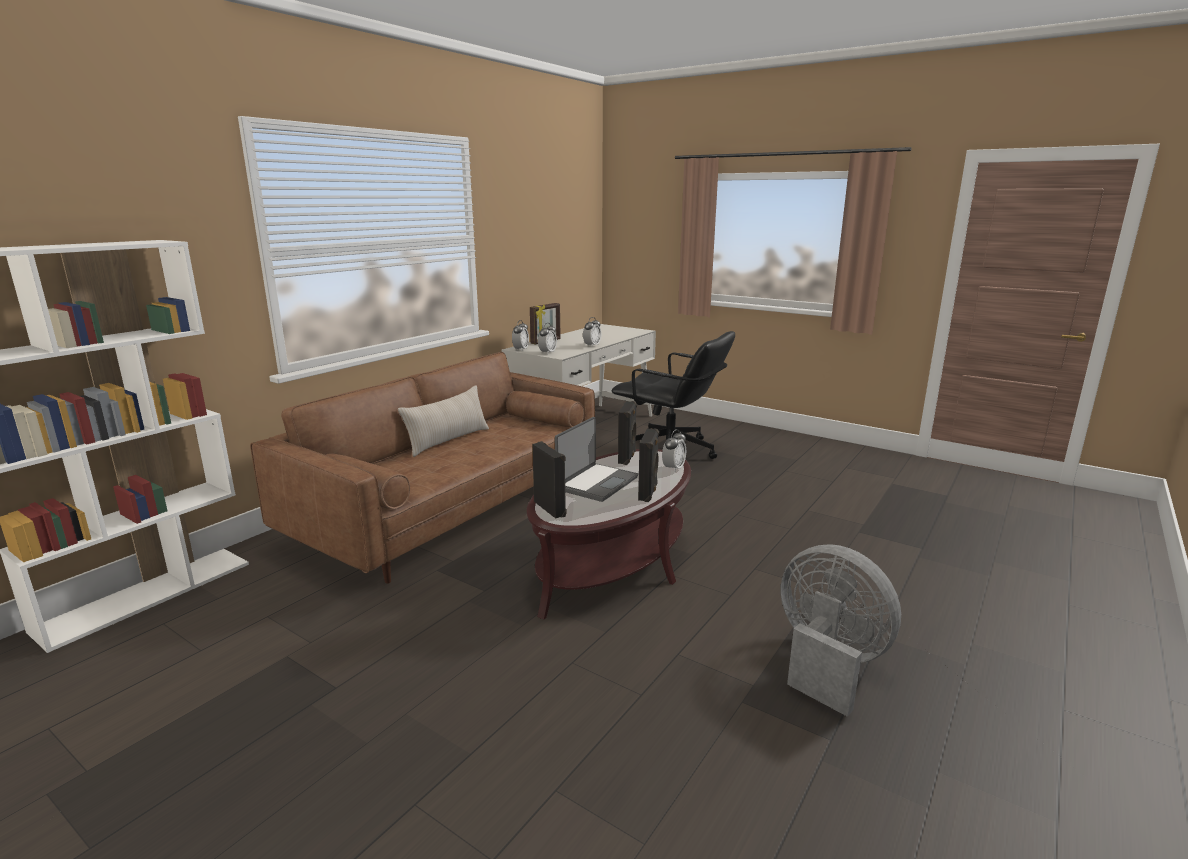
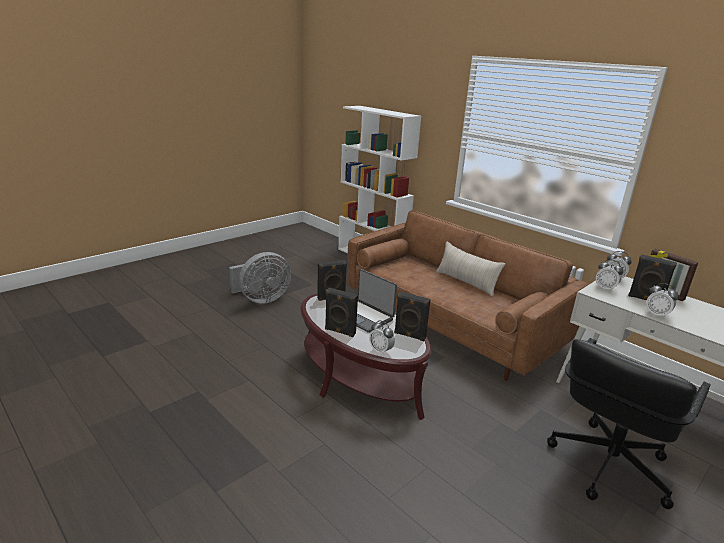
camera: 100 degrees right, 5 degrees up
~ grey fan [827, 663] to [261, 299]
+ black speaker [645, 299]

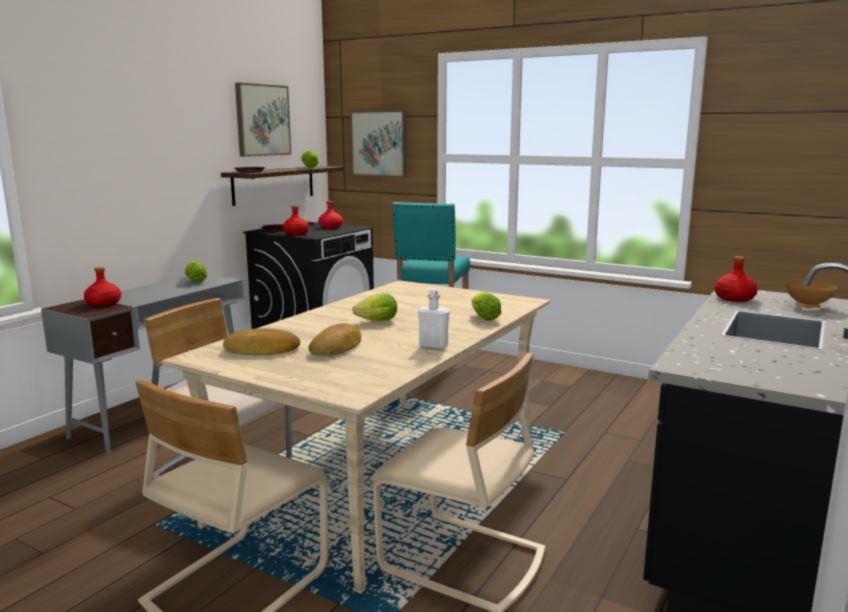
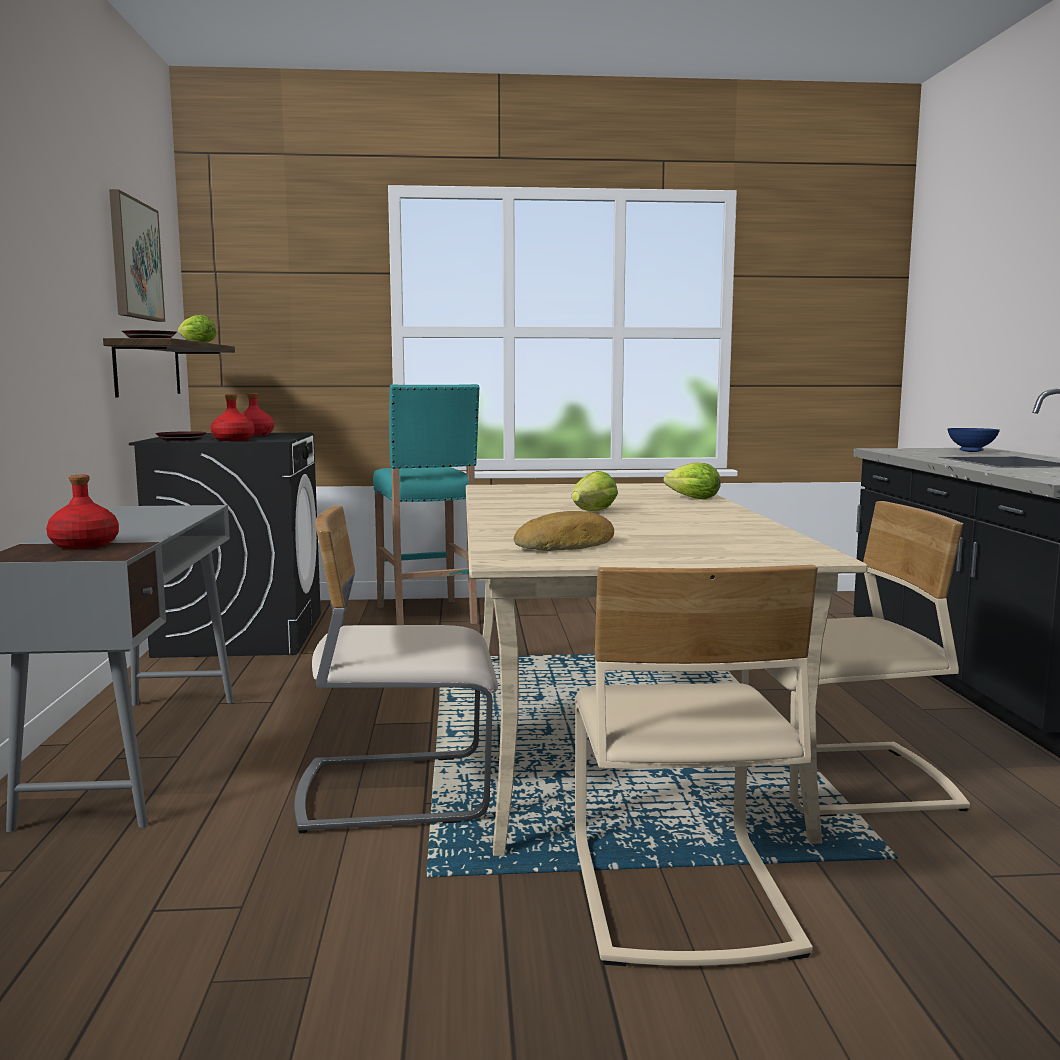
camera: 35 degrees left, 5 degrees down
- lettuce [195, 281]
- bread [337, 347]
- picture [379, 143]
- white bottle [433, 346]
- red bottle [735, 298]
~ brown bowl [808, 307] to blue bowl [971, 451]

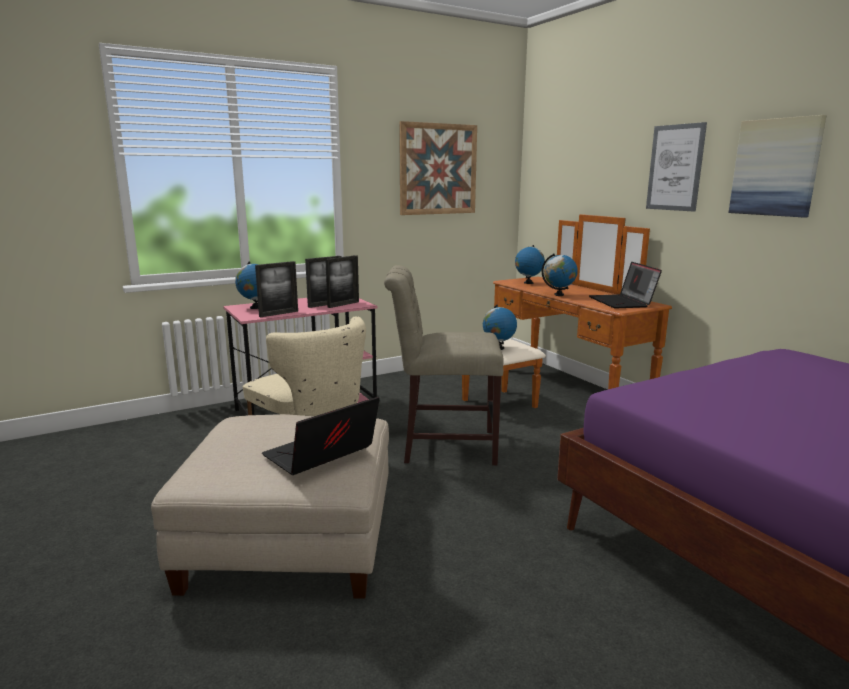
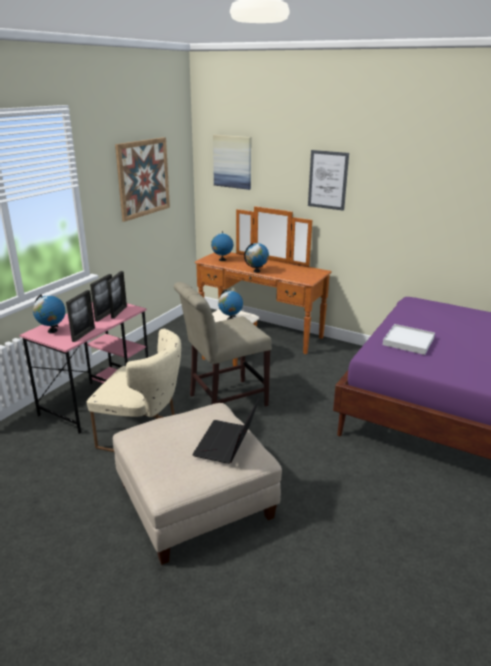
camera: 30 degrees left, 10 degrees up
- laptop [623, 302]
~ picture [775, 167] to [232, 161]
+ white tray [408, 341]

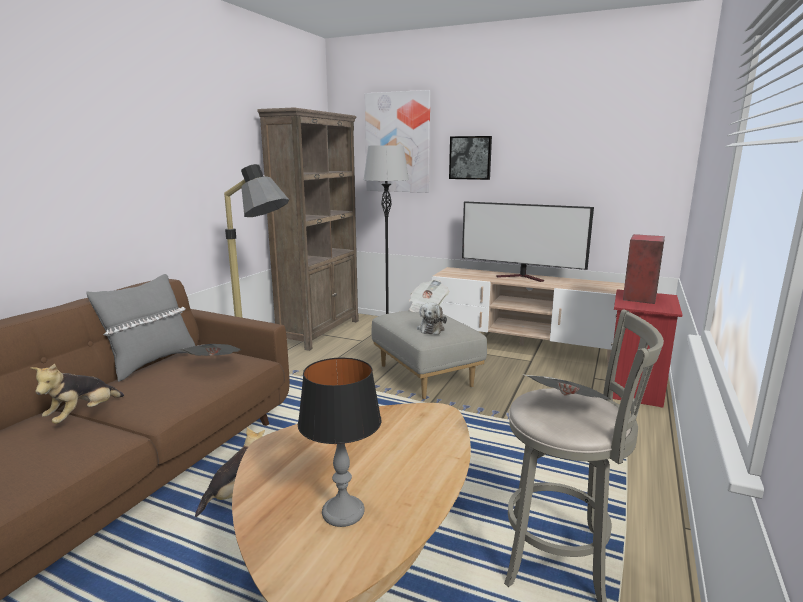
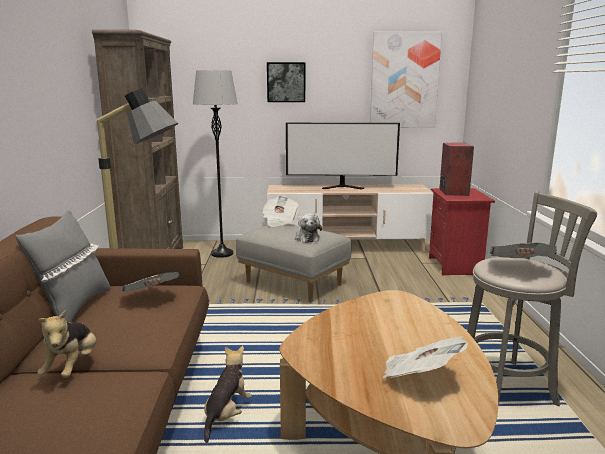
camera: 25 degrees left, 0 degrees up
~ table lamp [343, 512] to newspaper [420, 376]
~ picture [397, 143] to [404, 81]

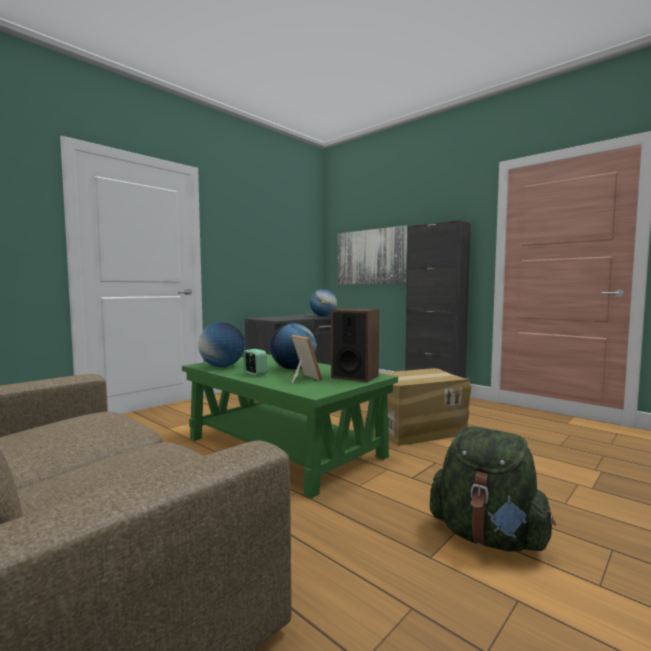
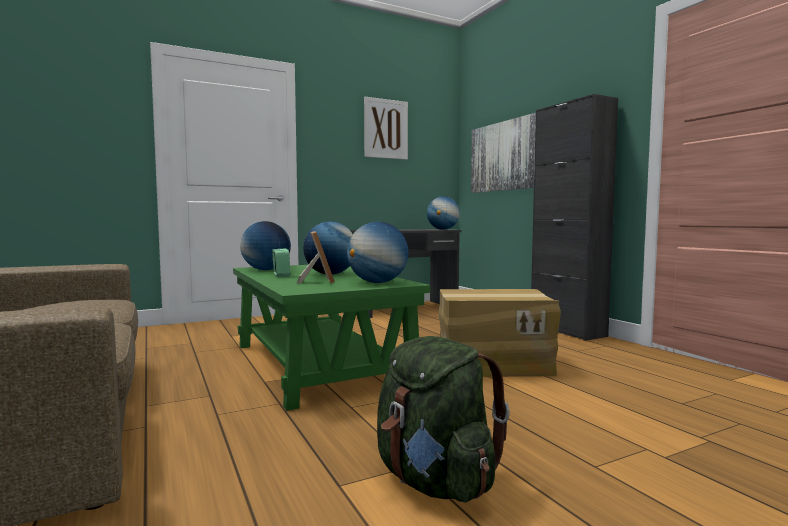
camera: 20 degrees right, 0 degrees up
~ speaker [355, 377] to globe [377, 282]
+ picture [386, 129]

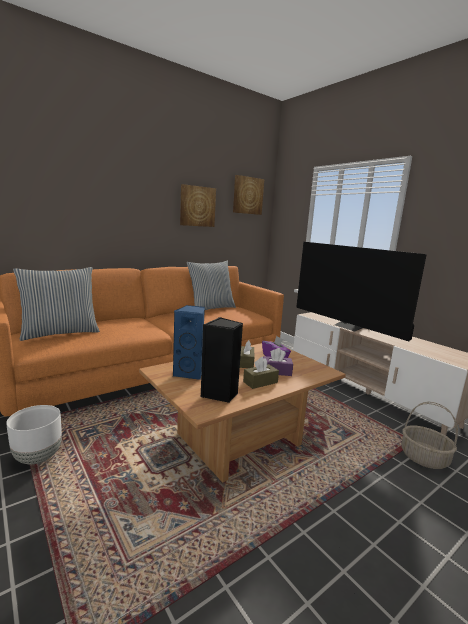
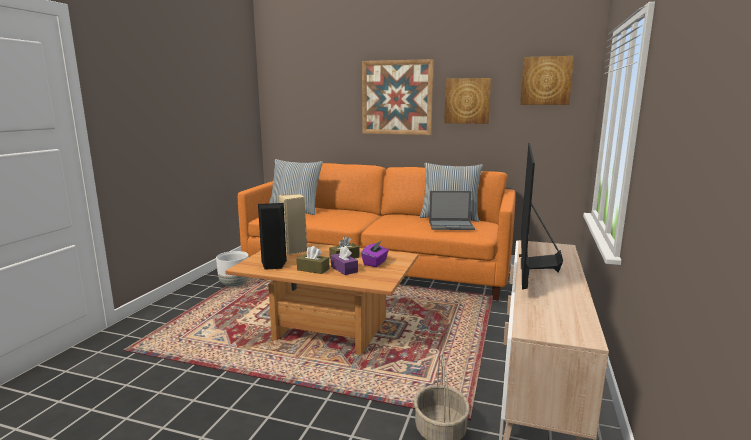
camera: 55 degrees right, 0 degrees up
~ blue speaker [190, 373] to beige speaker [294, 250]
+ picture [397, 97]
+ laptop [451, 225]

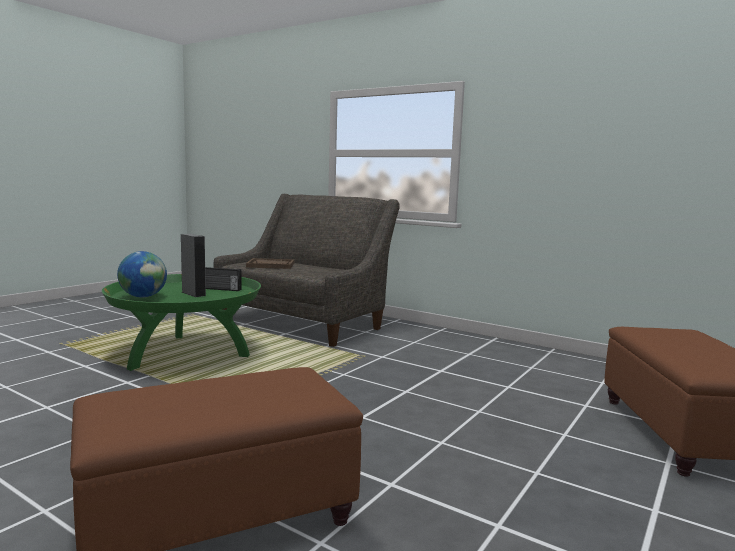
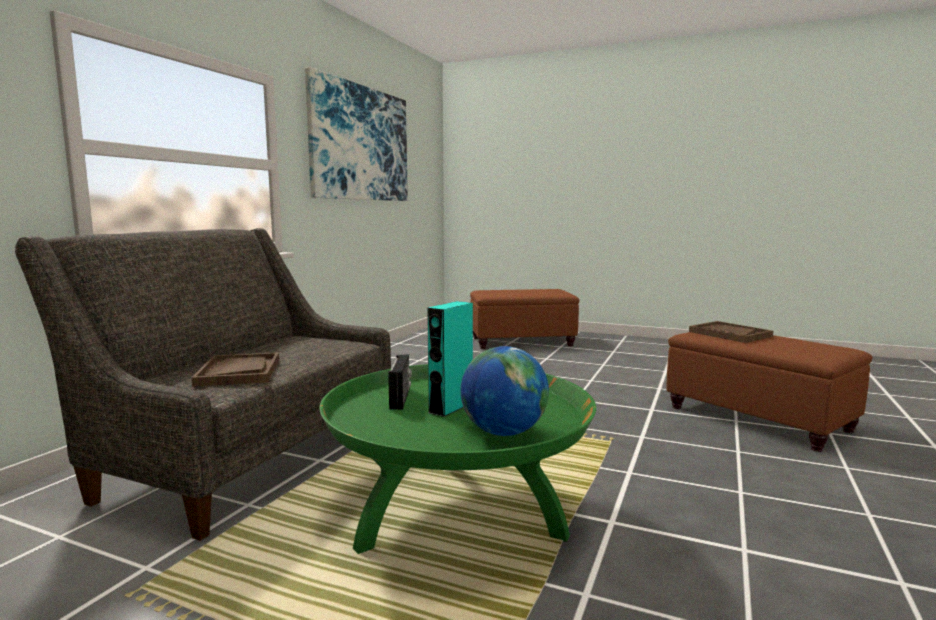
camera: 100 degrees left, 0 degrees up
~ grey speaker [193, 294] to turquoise speaker [451, 407]
+ picture [360, 143]
+ brown tray [729, 334]

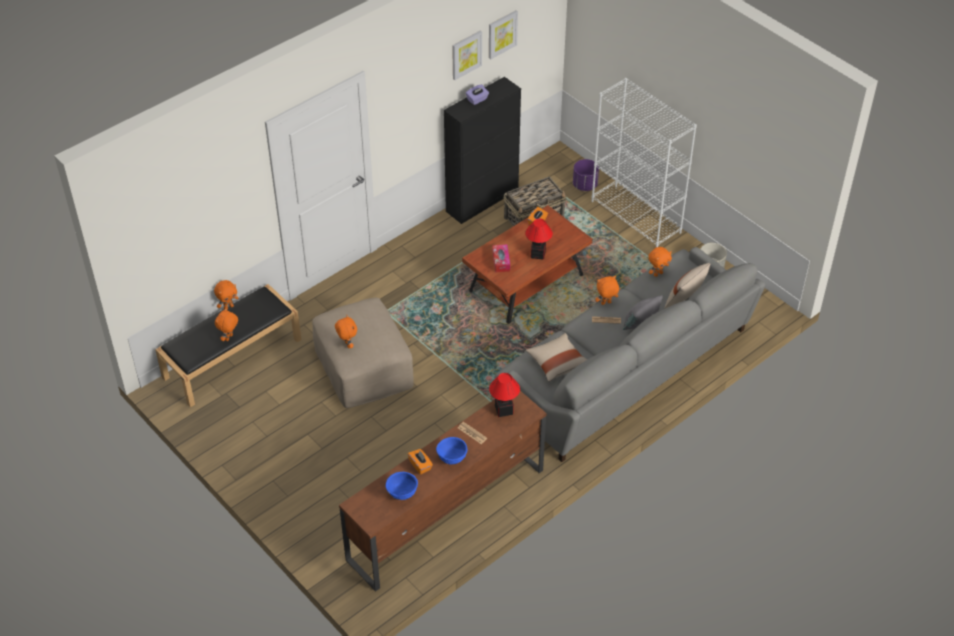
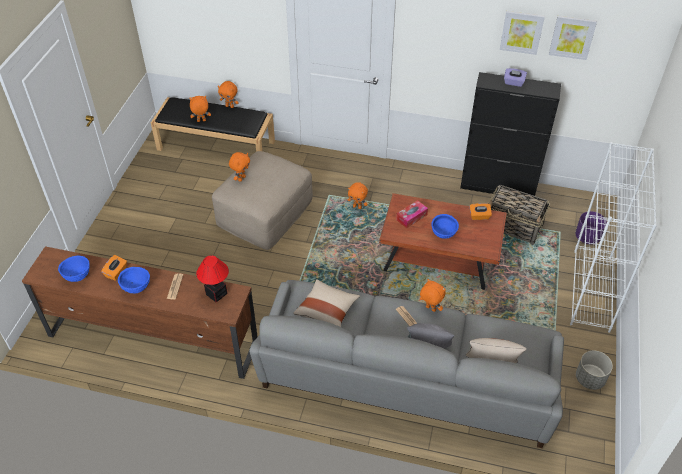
camera: 55 degrees right, 0 degrees up
~ table lamp [537, 254] to blue bowl [443, 235]
~ orange plush toy [658, 273] to [357, 207]

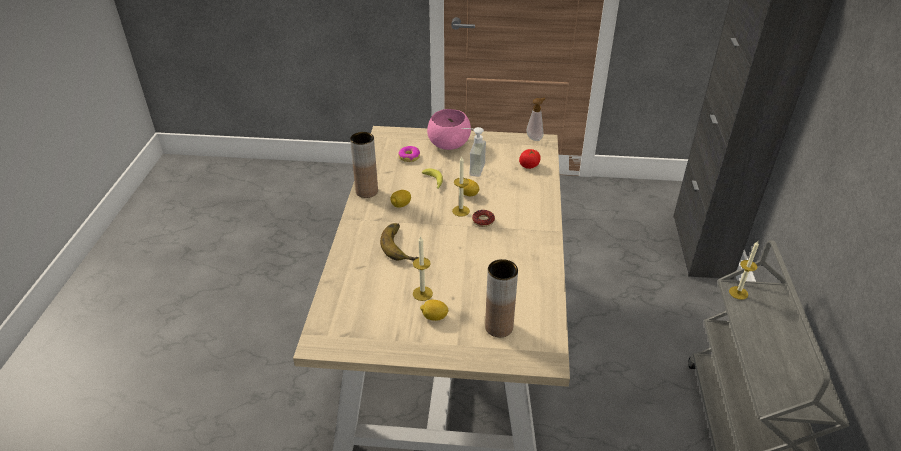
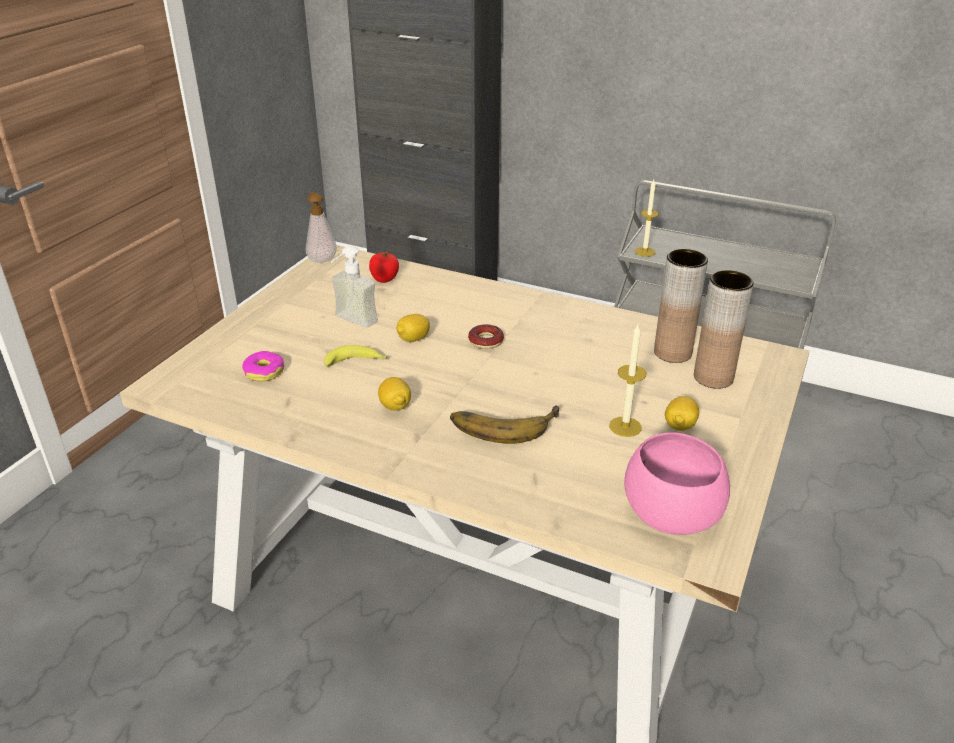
camera: 70 degrees left, 5 degrees down
~ brown vase [367, 191] to [672, 353]
~ pink bowl [448, 144] to [671, 516]
- candle [461, 211]

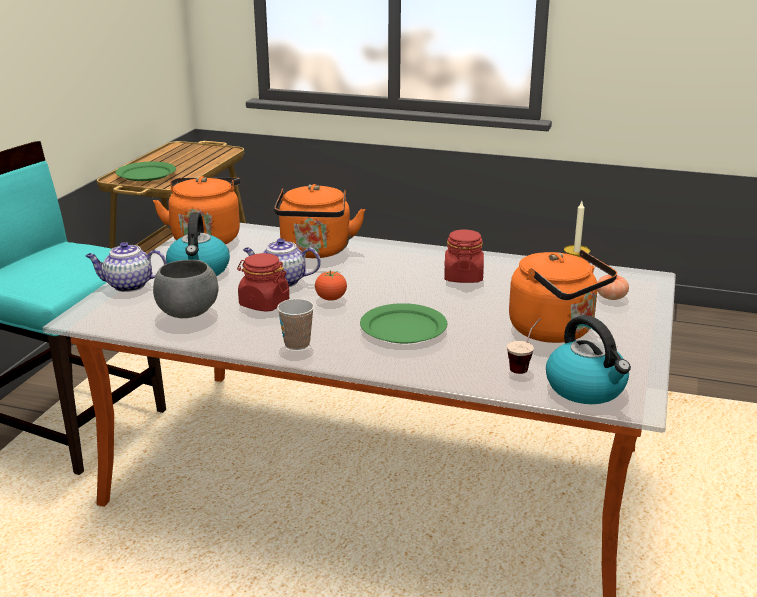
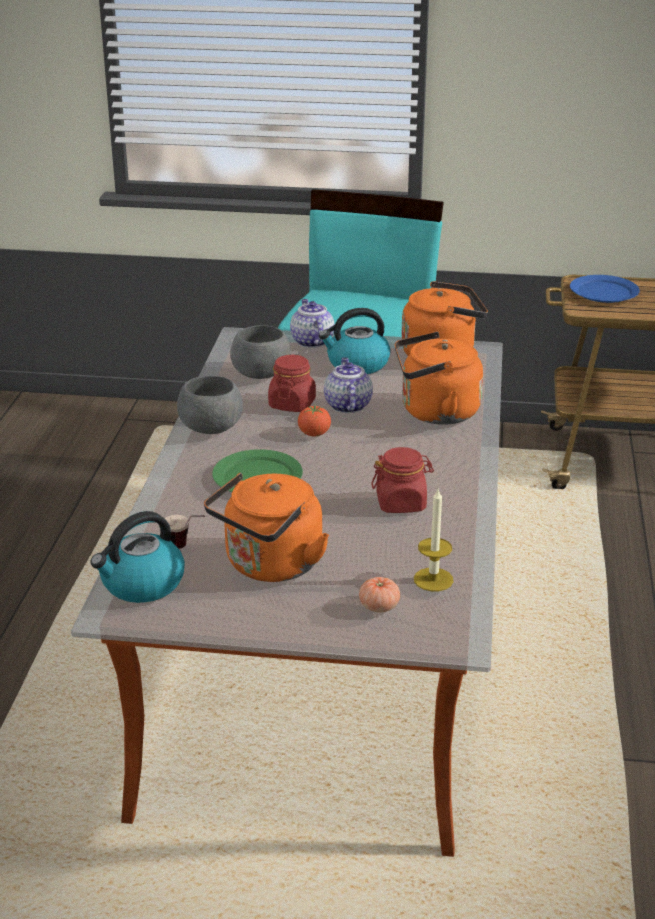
camera: 80 degrees right, 5 degrees up
~ green plate [145, 174] to blue plate [603, 292]
~ cup [297, 344] to grey bowl [211, 430]

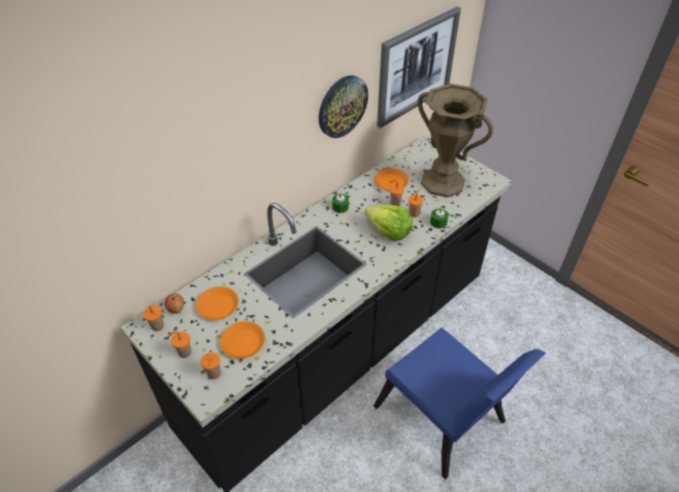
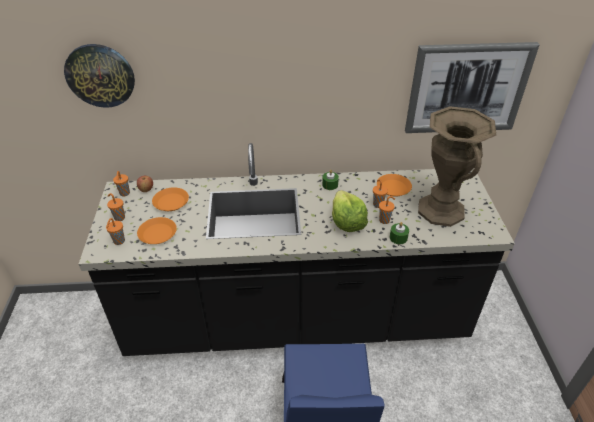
camera: 40 degrees right, 5 degrees down
~ wall clock [342, 106] to [100, 75]

